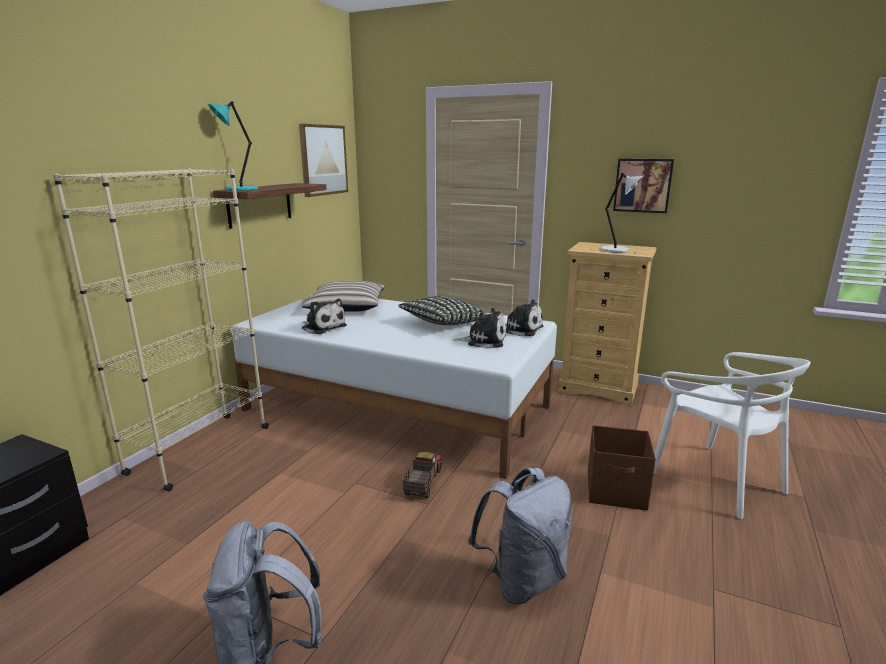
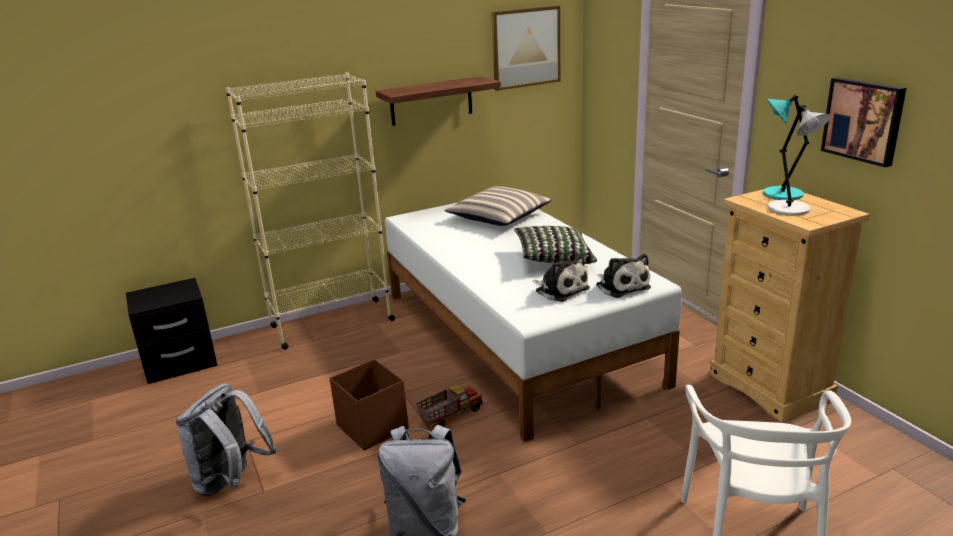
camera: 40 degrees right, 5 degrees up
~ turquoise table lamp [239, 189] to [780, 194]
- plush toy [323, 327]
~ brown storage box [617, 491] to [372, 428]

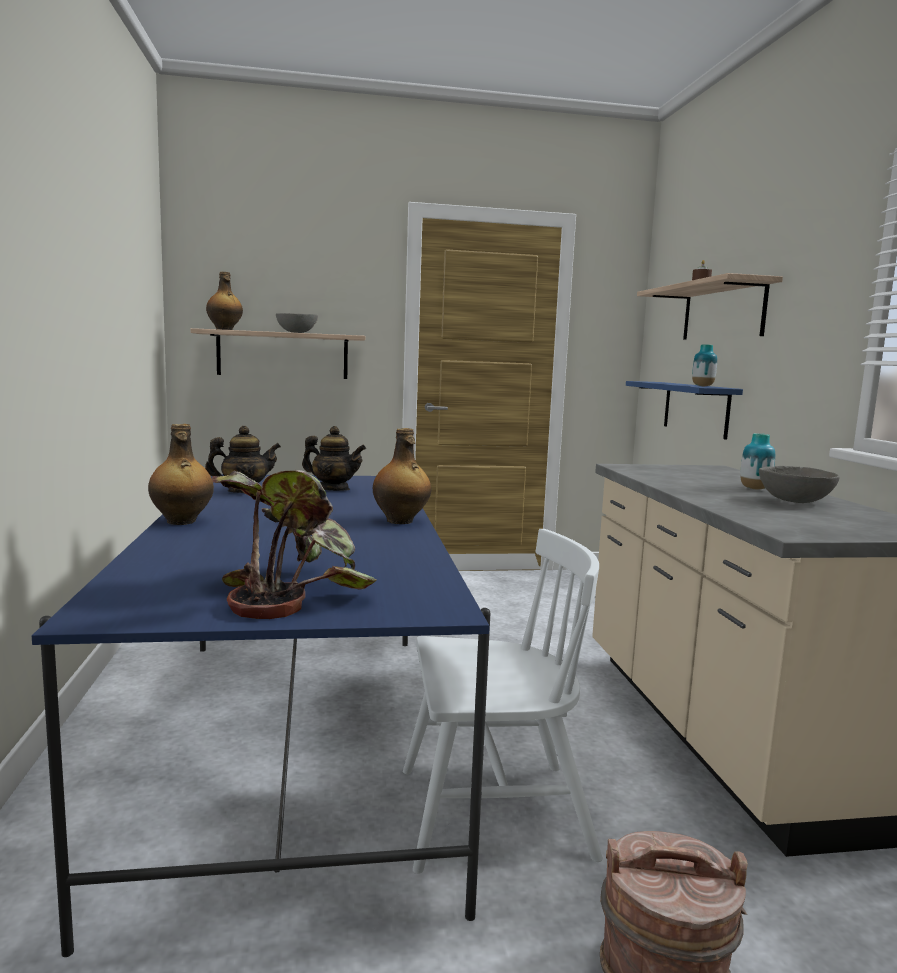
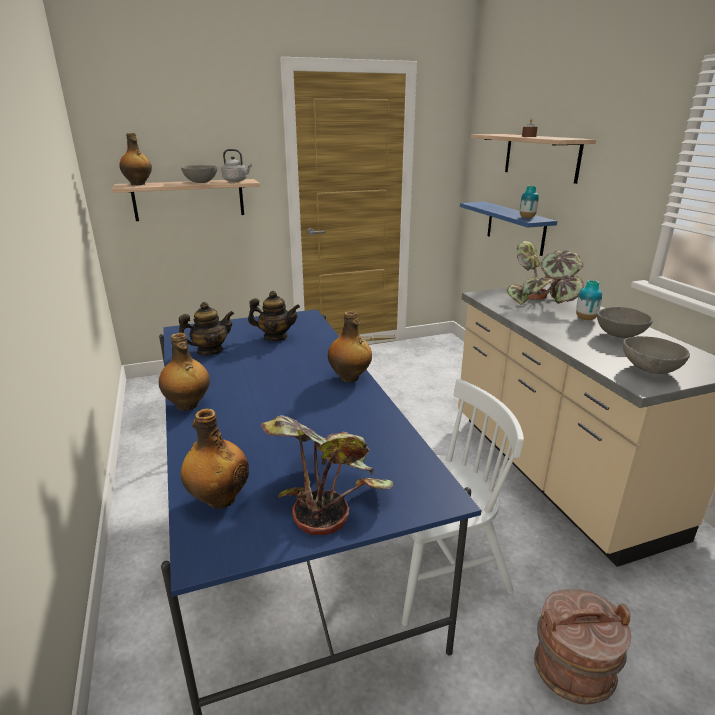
camera: 10 degrees left, 15 degrees up
+ bottle [219, 499]
+ grey kettle [236, 181]
+ potted plant [543, 301]
+ grey bowl [650, 370]

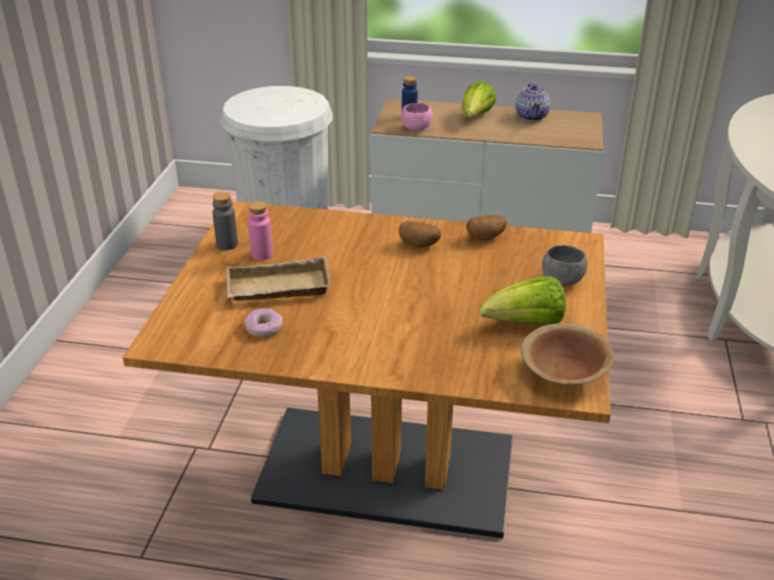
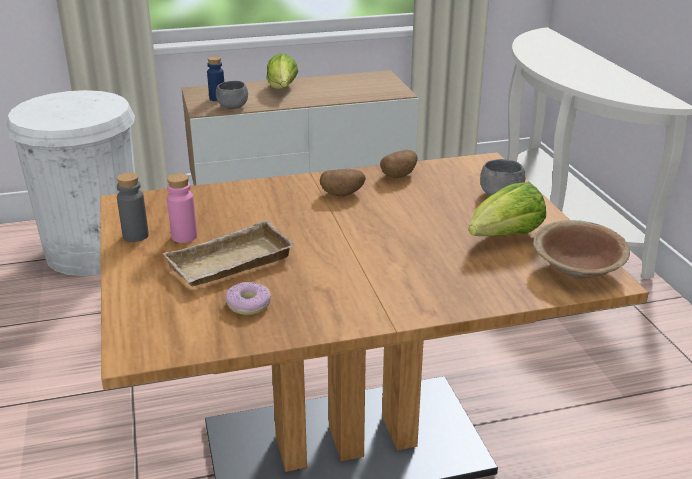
camera: 25 degrees left, 5 degrees down
~ pink bowl [416, 128] to grey bowl [232, 107]
- teapot [532, 116]

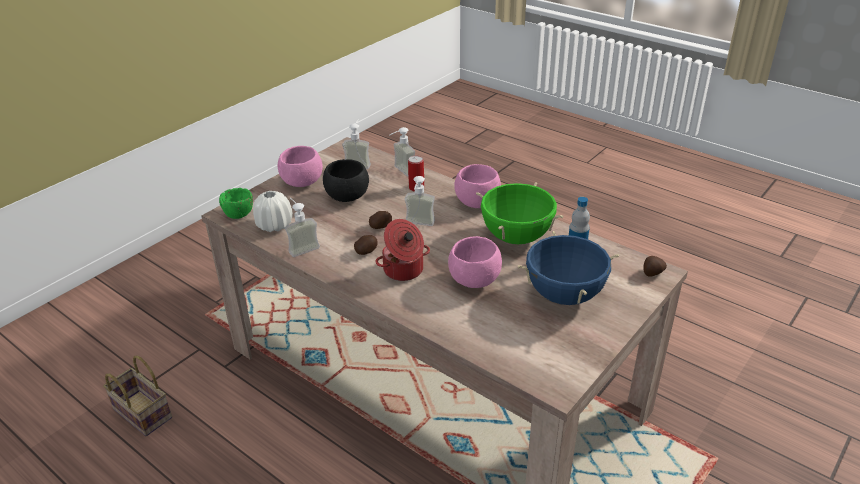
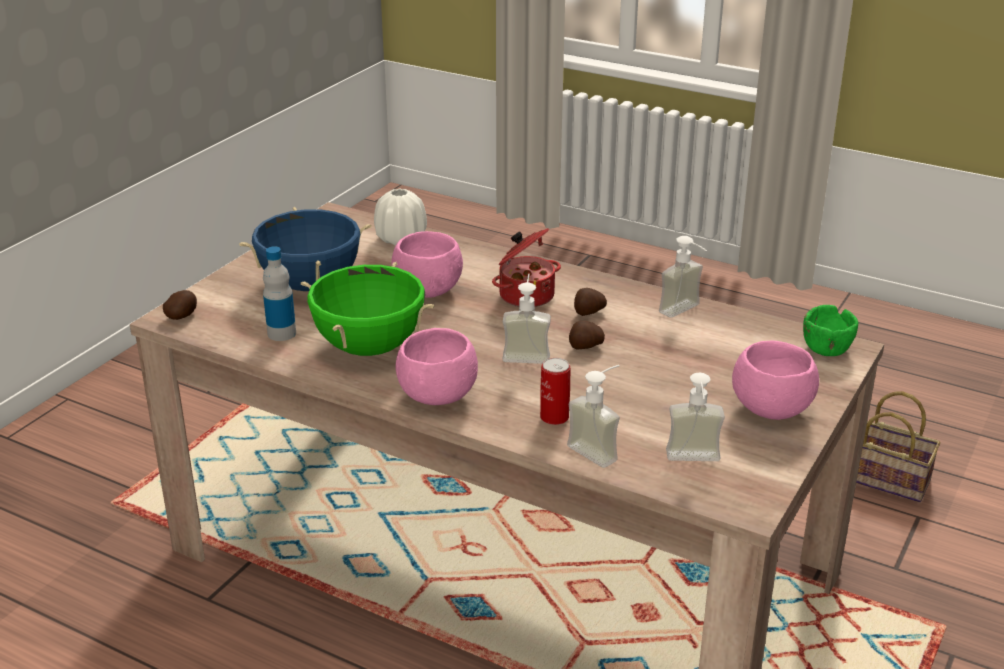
camera: 170 degrees right, 5 degrees down
~ white vase [274, 225] to [401, 238]
- black bowl [347, 197]

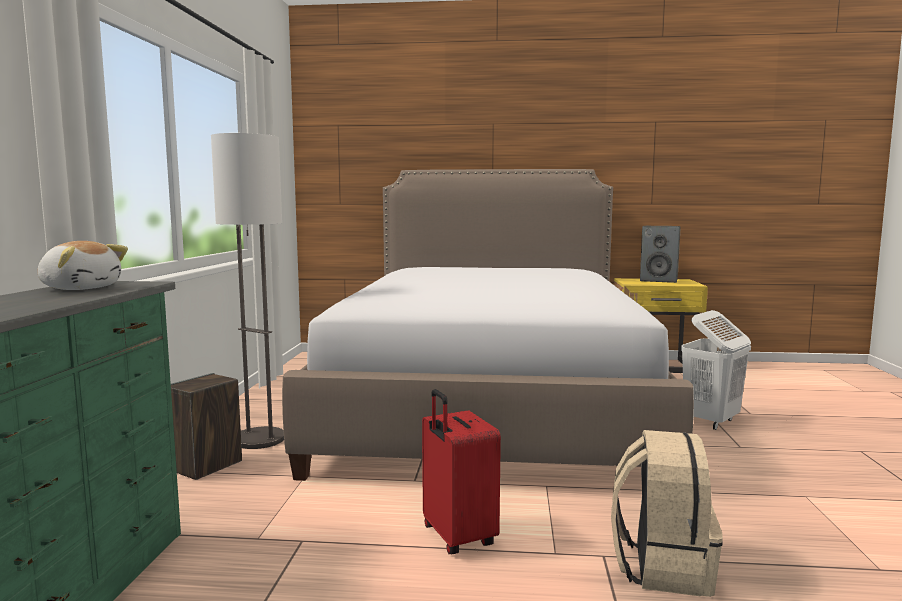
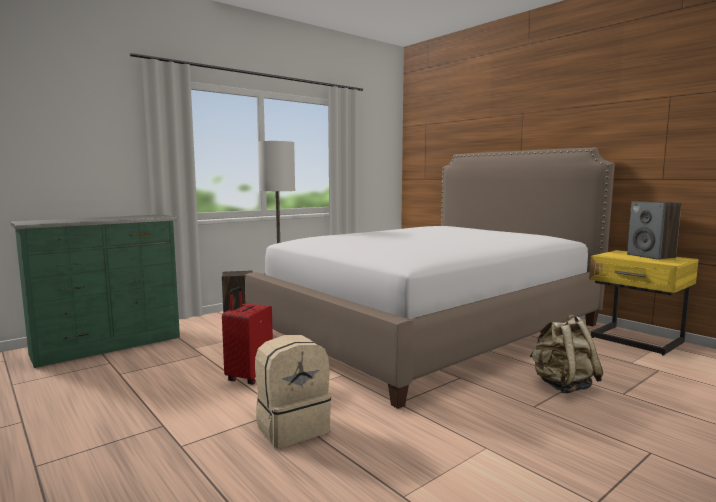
camera: 45 degrees right, 0 degrees up
- plush toy [81, 288]
~ white laundry basket [711, 421] to beige backpack [562, 386]

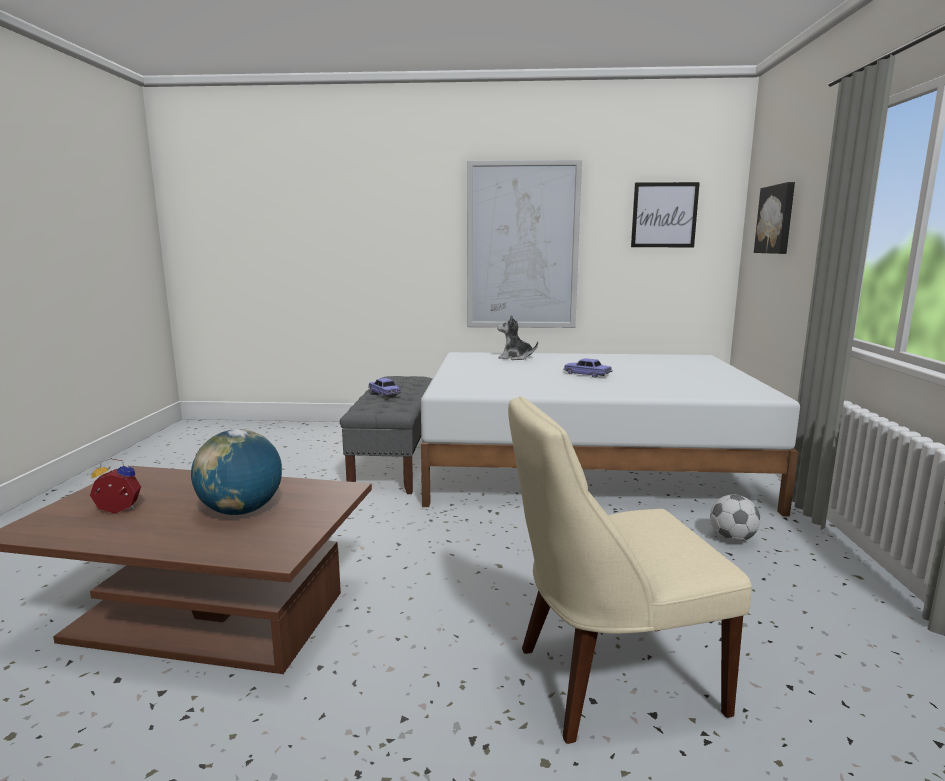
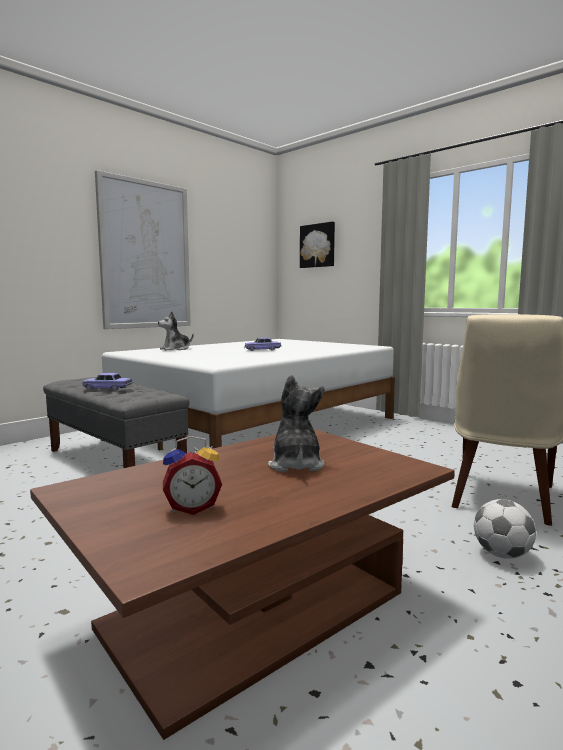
camera: 50 degrees left, 5 degrees down
~ alarm clock [117, 511] = [192, 508] 135 degrees counterclockwise
~ globe [241, 511] to plush toy [295, 464]
- picture [664, 215]
~ football [732, 539] to [502, 554]

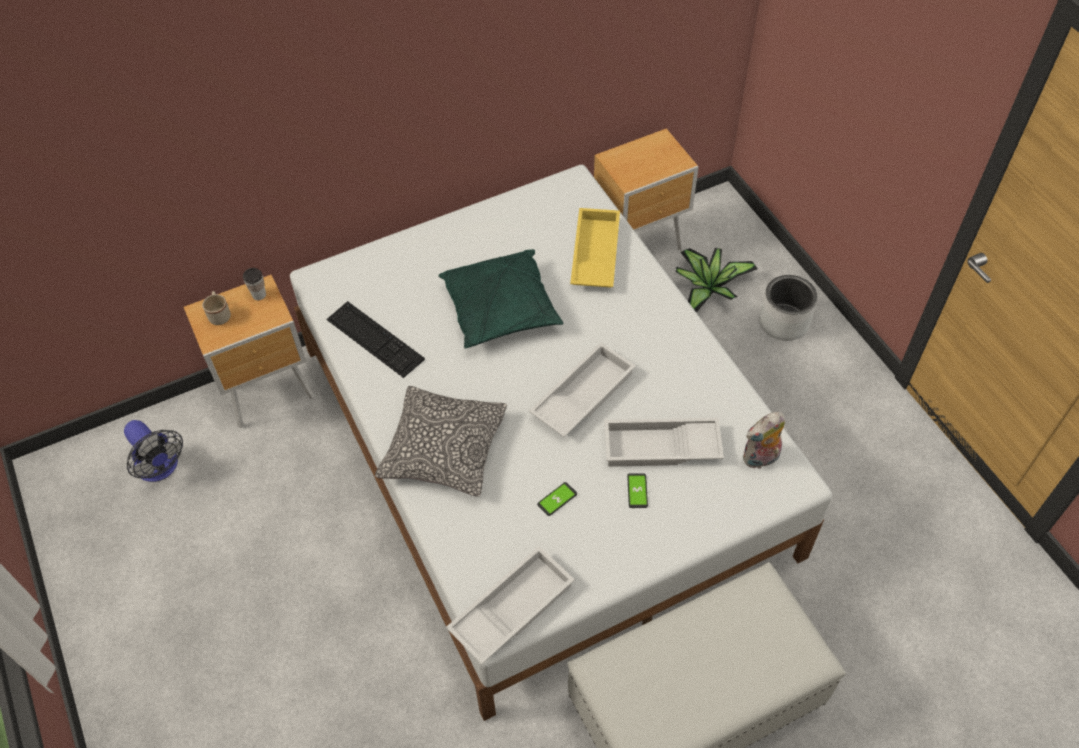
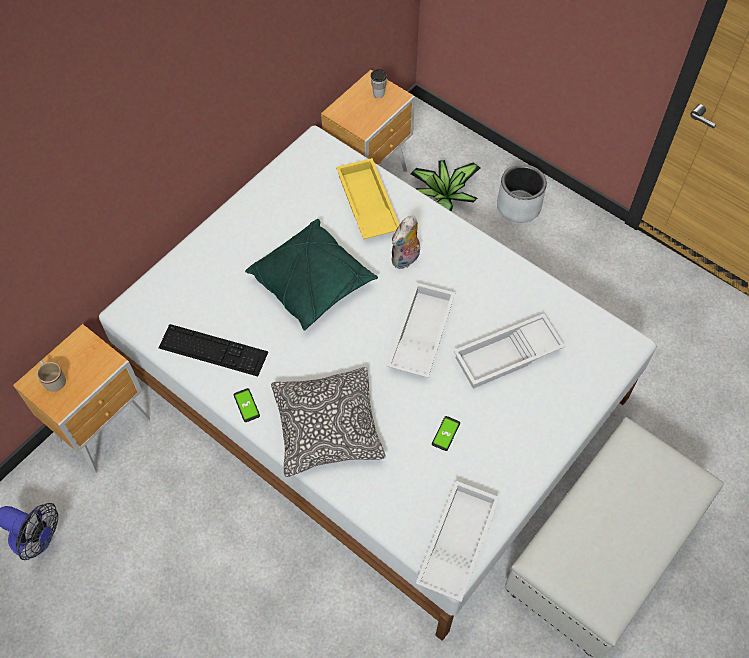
camera: 25 degrees left, 5 degrees up
~ cup [259, 295] to [378, 93]
~ phone [637, 491] to [246, 405]
~ plush toy [760, 459] to [406, 260]

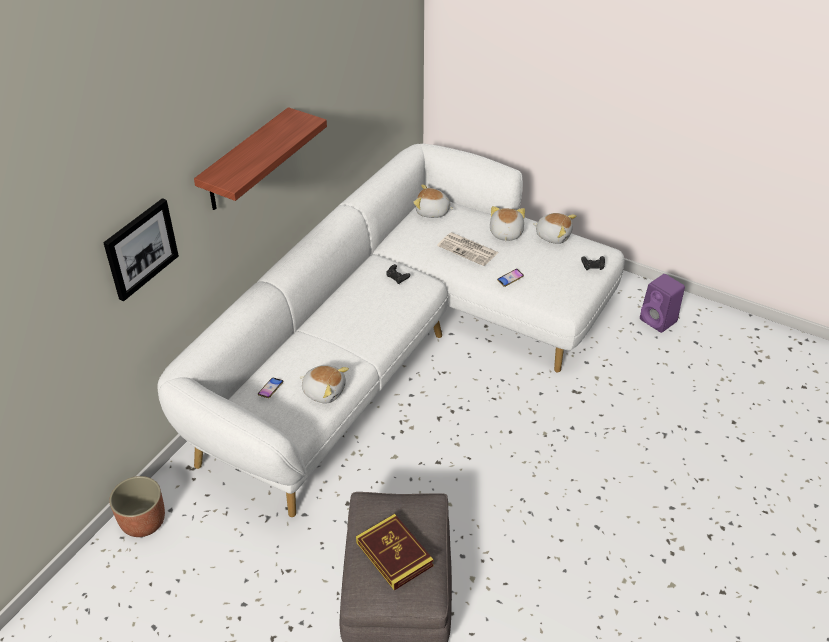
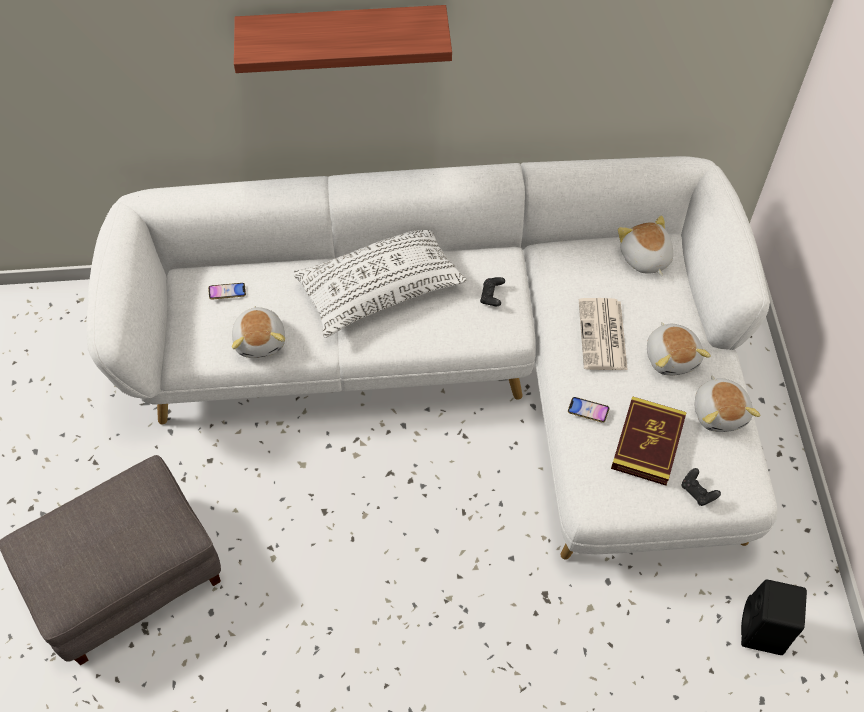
camera: 55 degrees right, 15 degrees up
- picture [140, 248]
- planter [143, 521]
~ book [394, 554] to [647, 443]
~ plush toy [505, 233] = [672, 357] 105 degrees clockwise
~ purple speaker [659, 321] to black speaker [763, 632]
+ white pillow [380, 289]

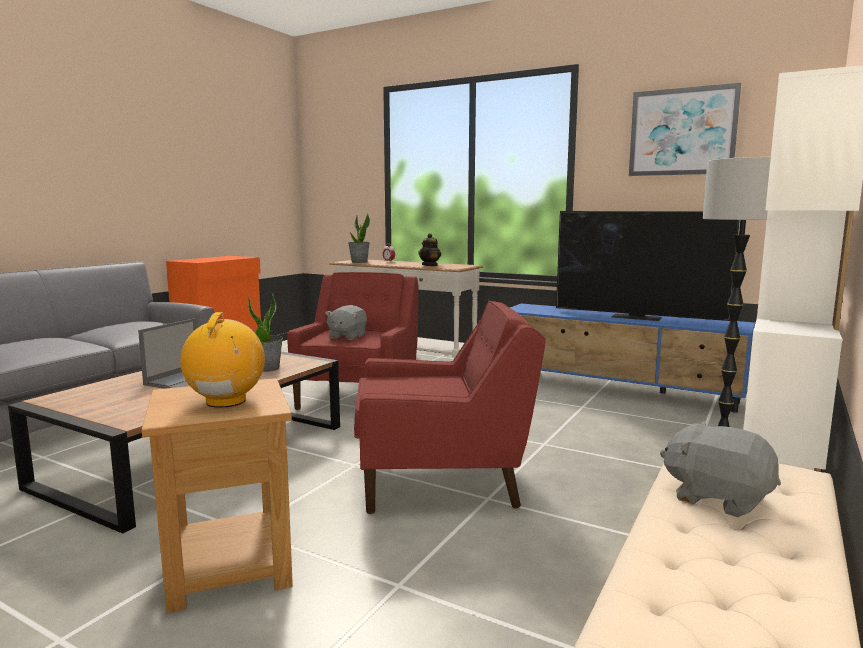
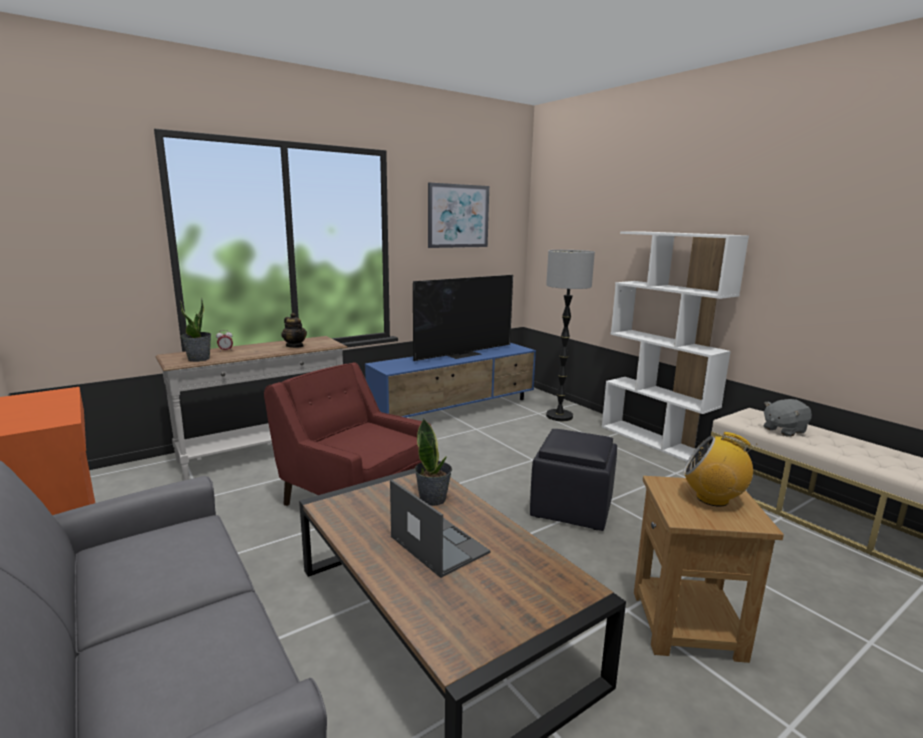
camera: 65 degrees left, 5 degrees up
- grey plush toy [347, 336]
~ red armchair [442, 479] to black ottoman [572, 508]

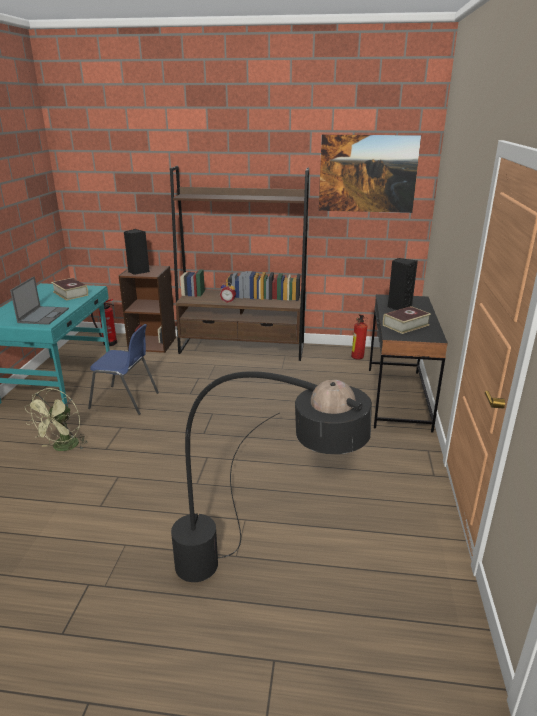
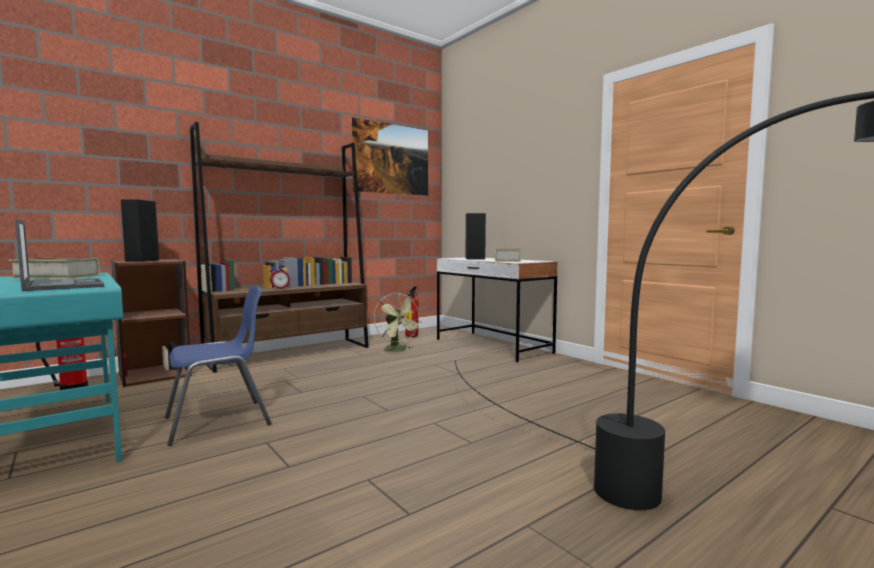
camera: 45 degrees left, 20 degrees down
~ green fan [63, 448] to [398, 350]
~ black desk [397, 398] to white desk [492, 346]

